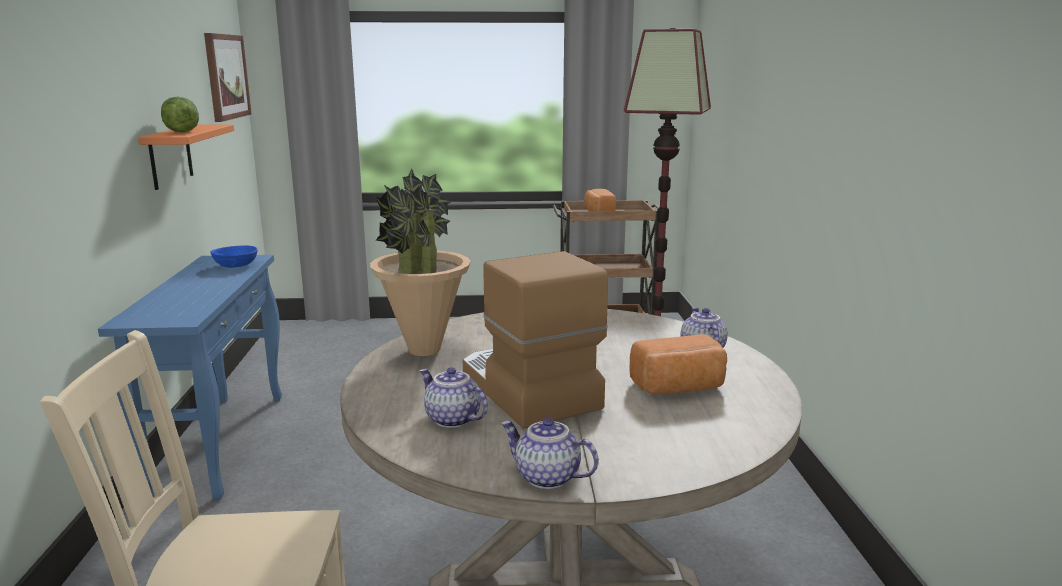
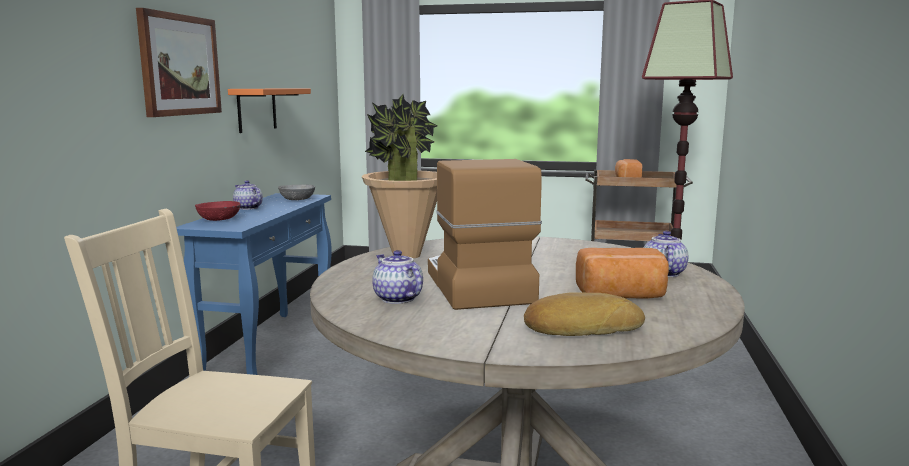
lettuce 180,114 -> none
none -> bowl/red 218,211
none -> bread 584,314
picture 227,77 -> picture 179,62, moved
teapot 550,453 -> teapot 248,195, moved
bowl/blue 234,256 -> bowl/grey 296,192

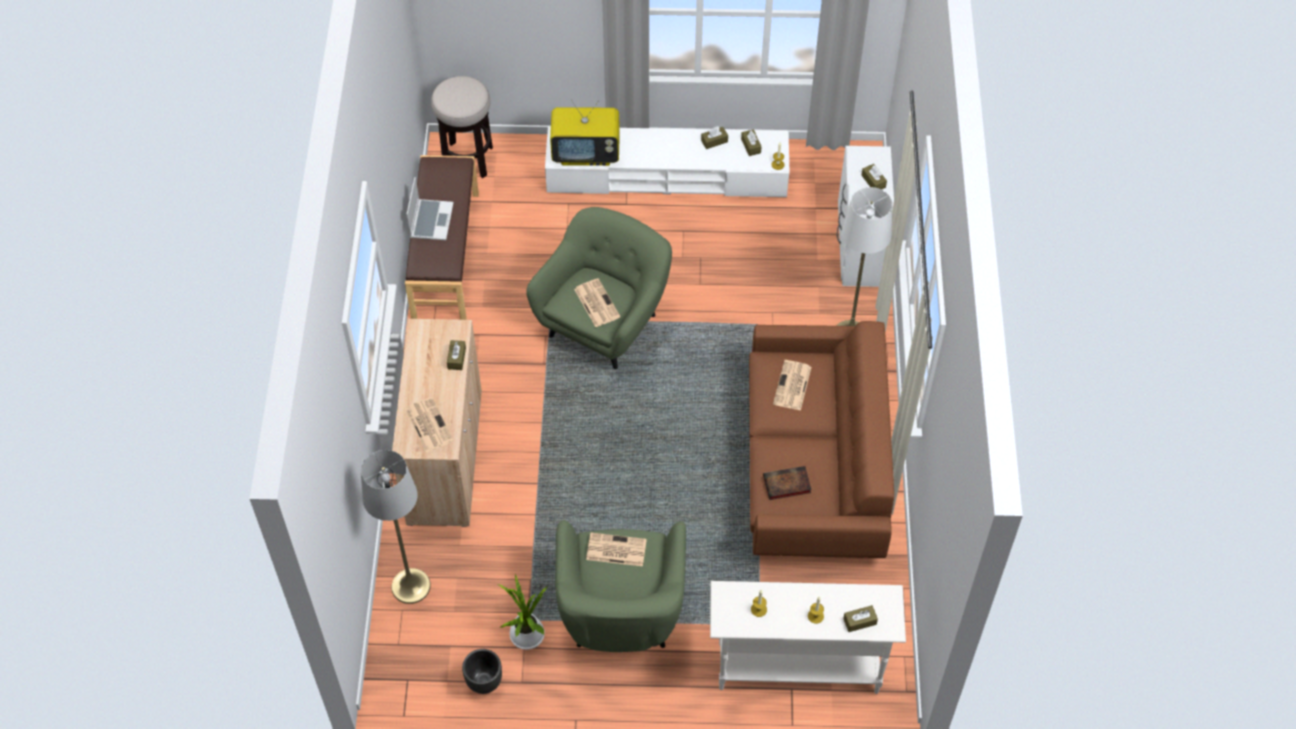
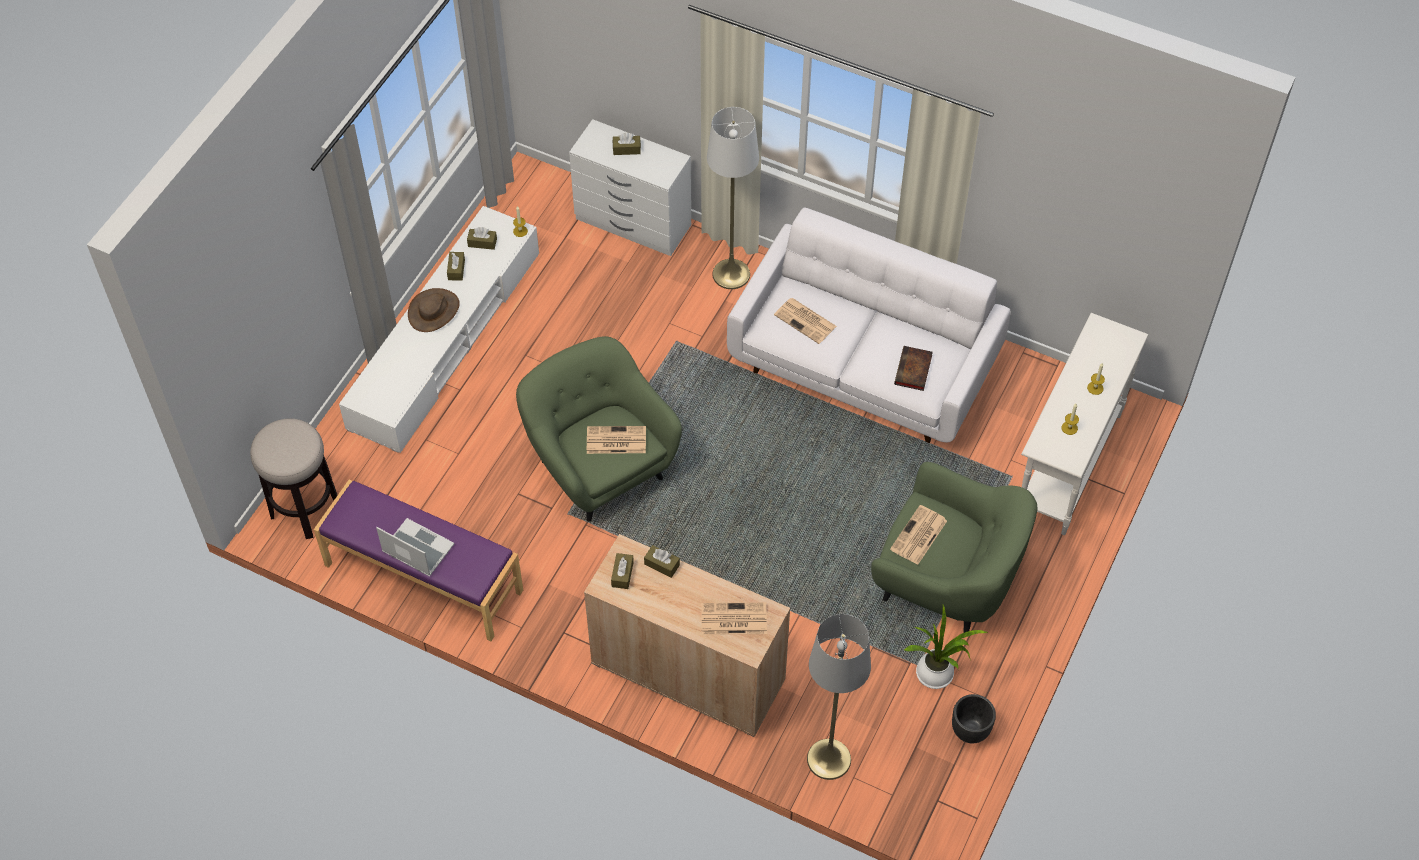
television 585,133 -> none
none -> hat/brown 434,310
tissue box/brown 860,618 -> tissue box/brown 622,571, moved
bench/brown 442,237 -> bench/purple 418,560
sofa/brown 821,439 -> sofa/white 869,325

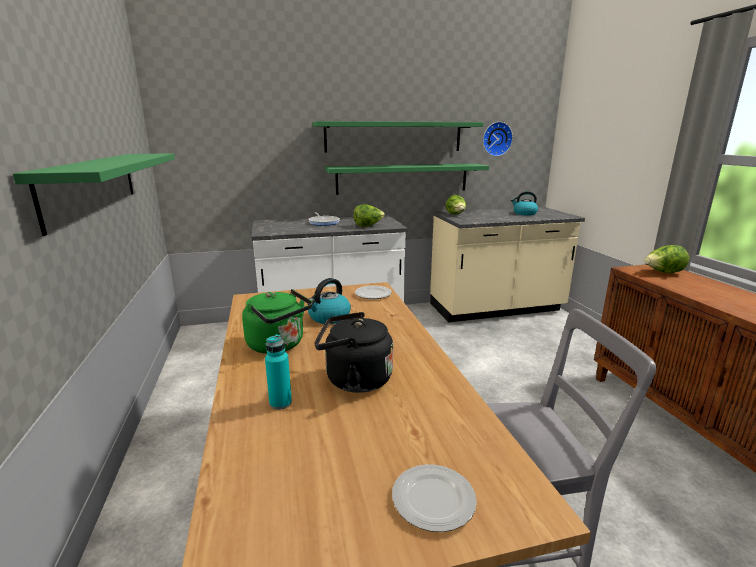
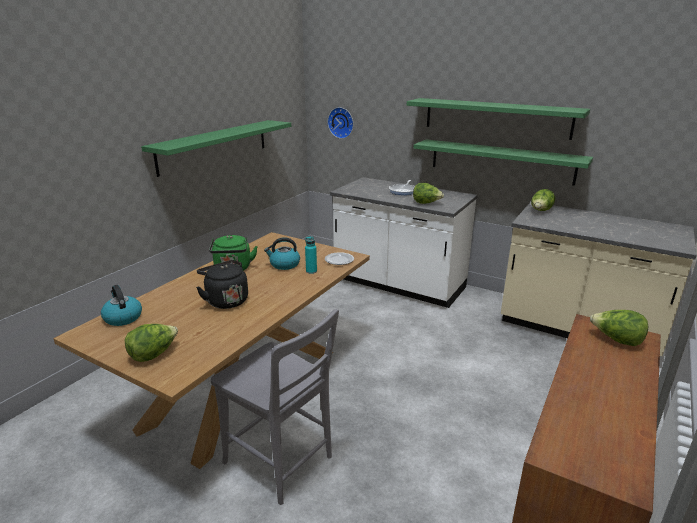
bottle/turquoise 278,372 -> bottle/turquoise 311,255, moved
wall clock 498,139 -> wall clock 340,123, moved
kettle 524,203 -> kettle 121,305, moved
plate 434,498 -> lettuce 151,343

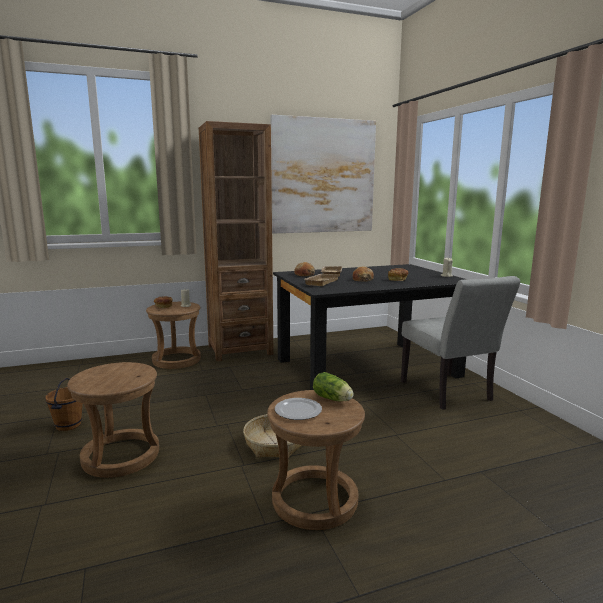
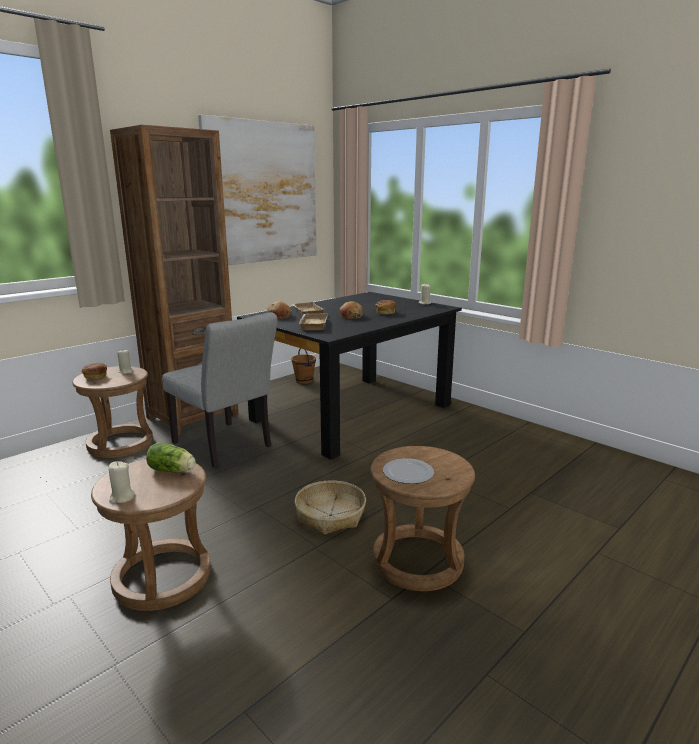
none -> candle/beige 121,482
bucket/brown 64,404 -> bucket/brown 303,366, moved
lettuce 333,386 -> lettuce 171,457, moved
chair/grey 460,343 -> chair/grey 219,390, moved

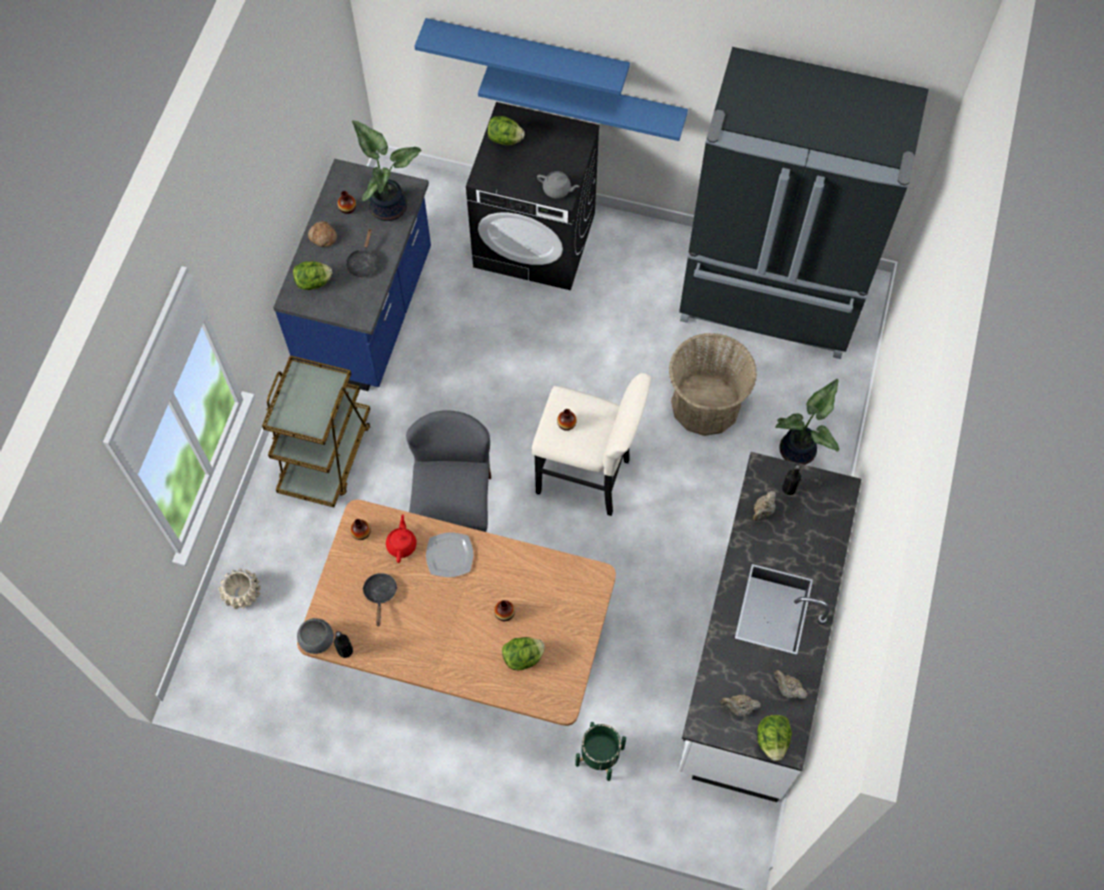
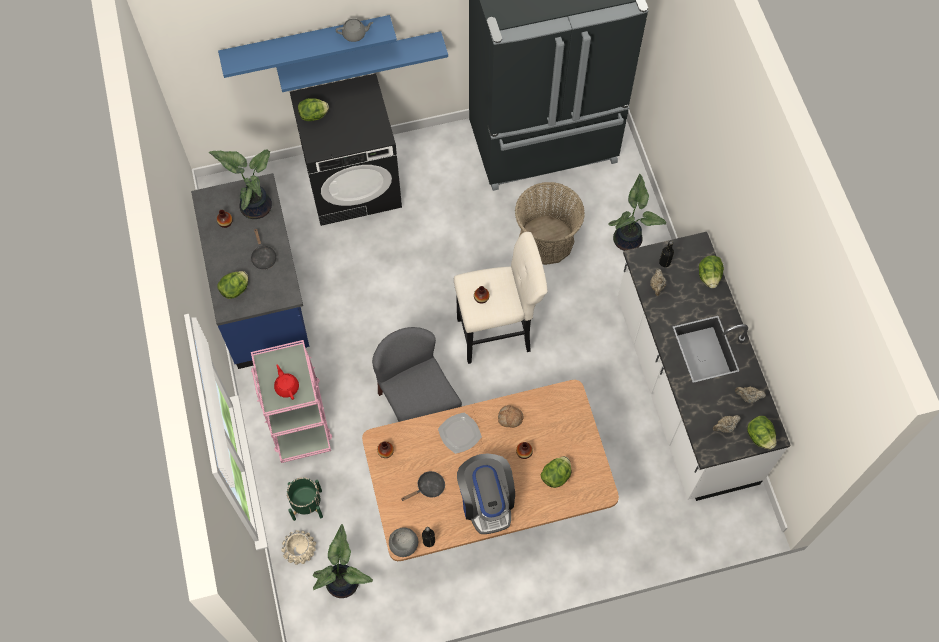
none -> potted plant 343,561
none -> coffee machine 486,493
none -> lettuce 711,271
bread 322,234 -> bread 511,416, moved
teapot/red 401,538 -> teapot/red 286,382, moved
teapot/grey 558,185 -> teapot/grey 354,30, moved
planter/green 600,751 -> planter/green 305,499, moved
cart/brown 316,431 -> cart/pink 291,401
frying pan/black 379,600 -> frying pan/black 423,486, 90 degrees clockwise

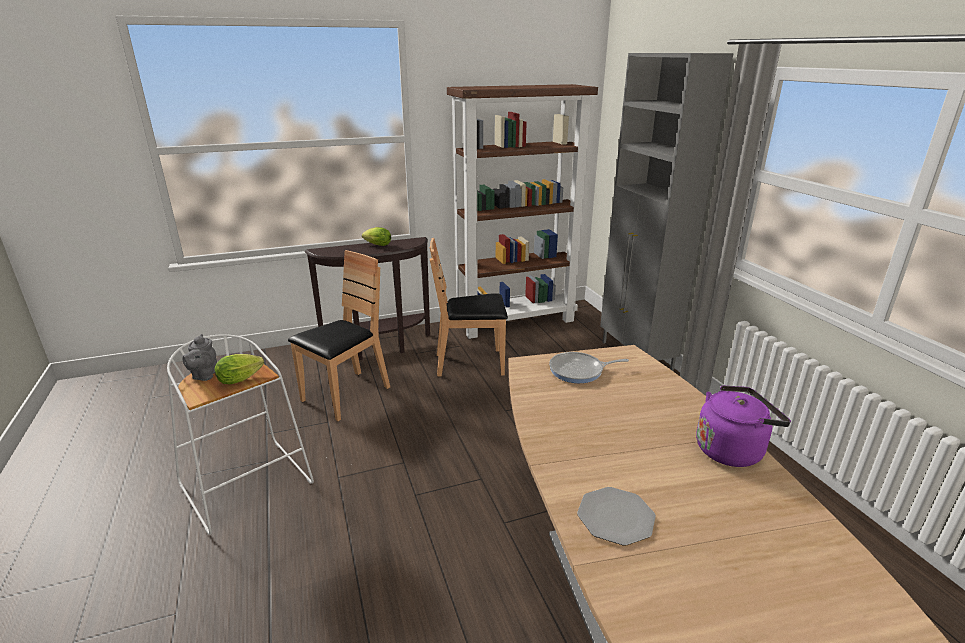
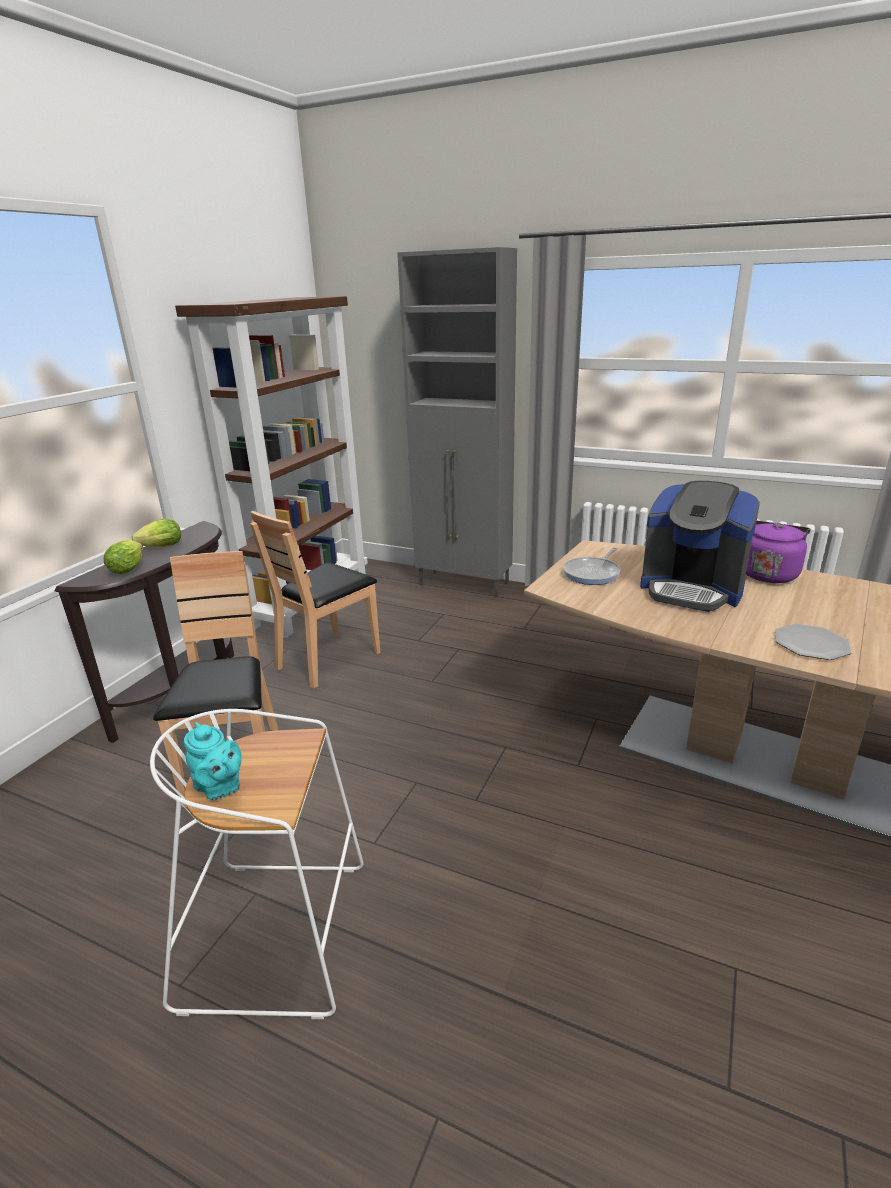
none -> coffee machine 700,546
lettuce 239,369 -> lettuce 123,557, moved
teapot/grey 199,357 -> teapot/turquoise 212,761

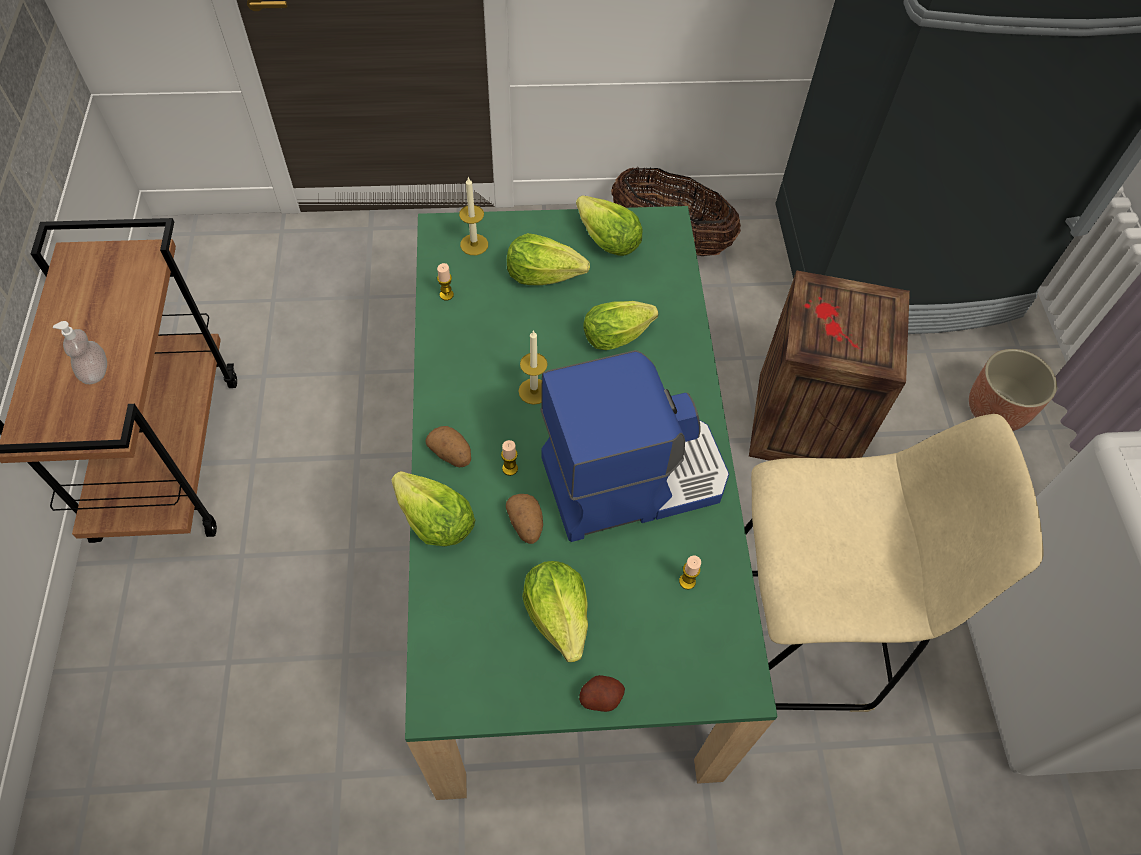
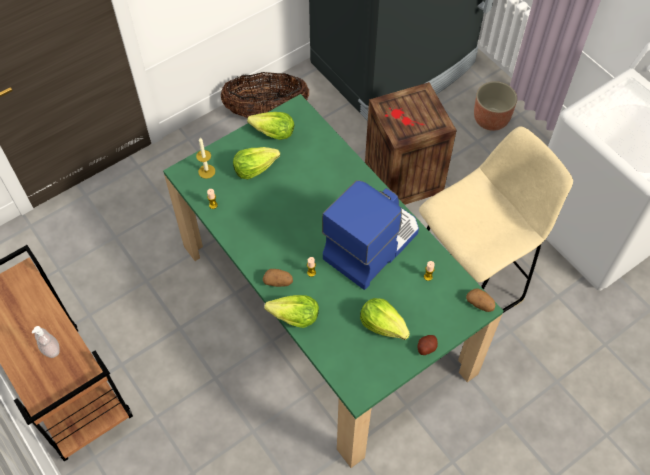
candle 533,367 -> none
lettuce 620,325 -> none
potato 524,519 -> potato 480,300, moved

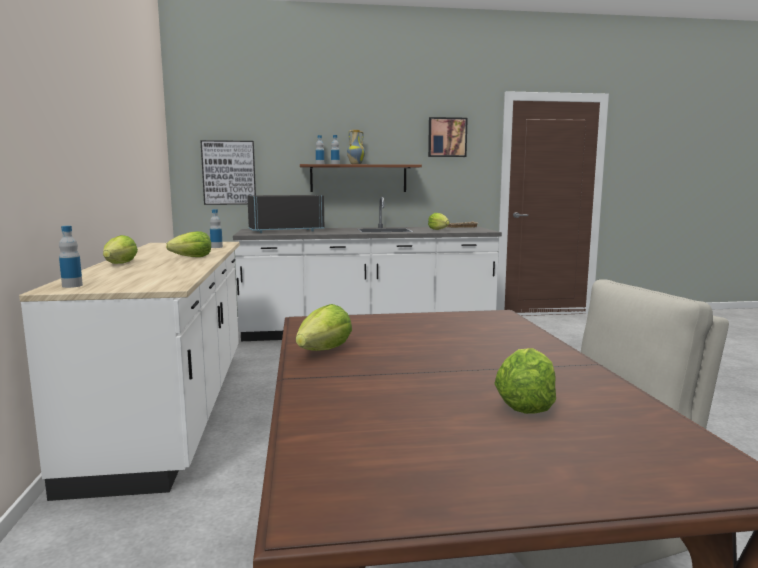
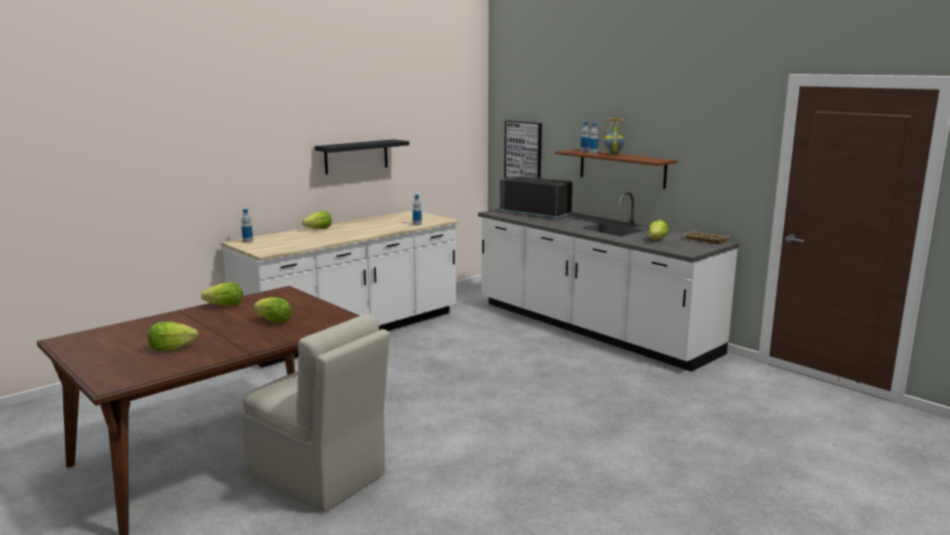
picture 448,137 -> none
none -> shelf/black 362,156
lettuce 188,244 -> lettuce 272,310, moved

